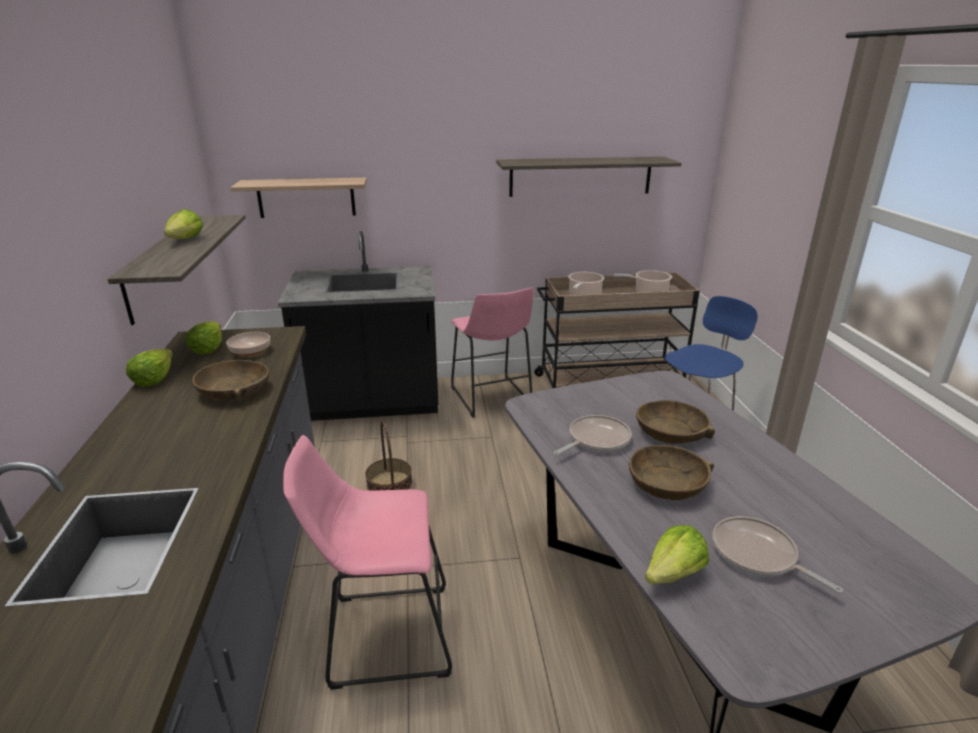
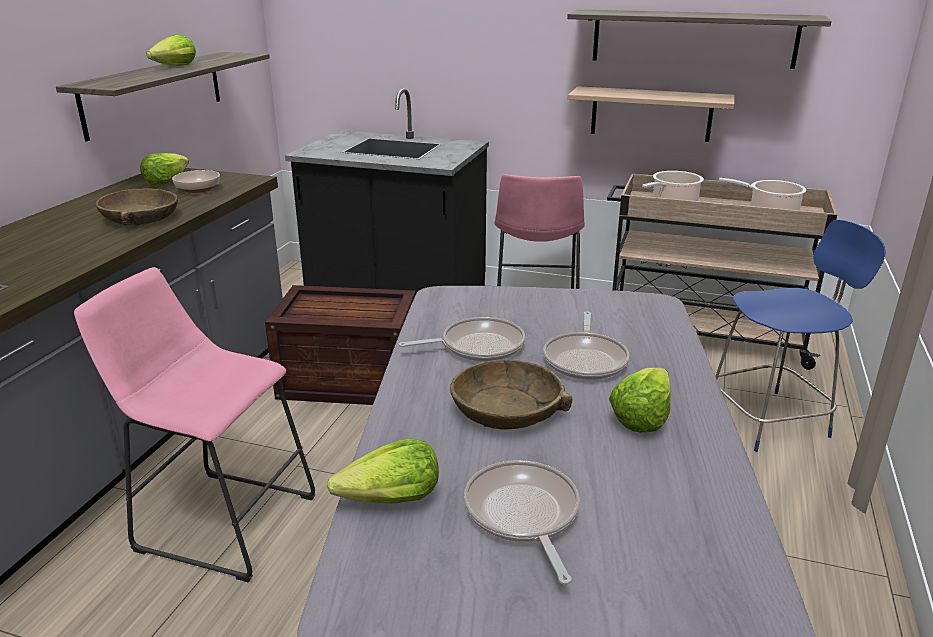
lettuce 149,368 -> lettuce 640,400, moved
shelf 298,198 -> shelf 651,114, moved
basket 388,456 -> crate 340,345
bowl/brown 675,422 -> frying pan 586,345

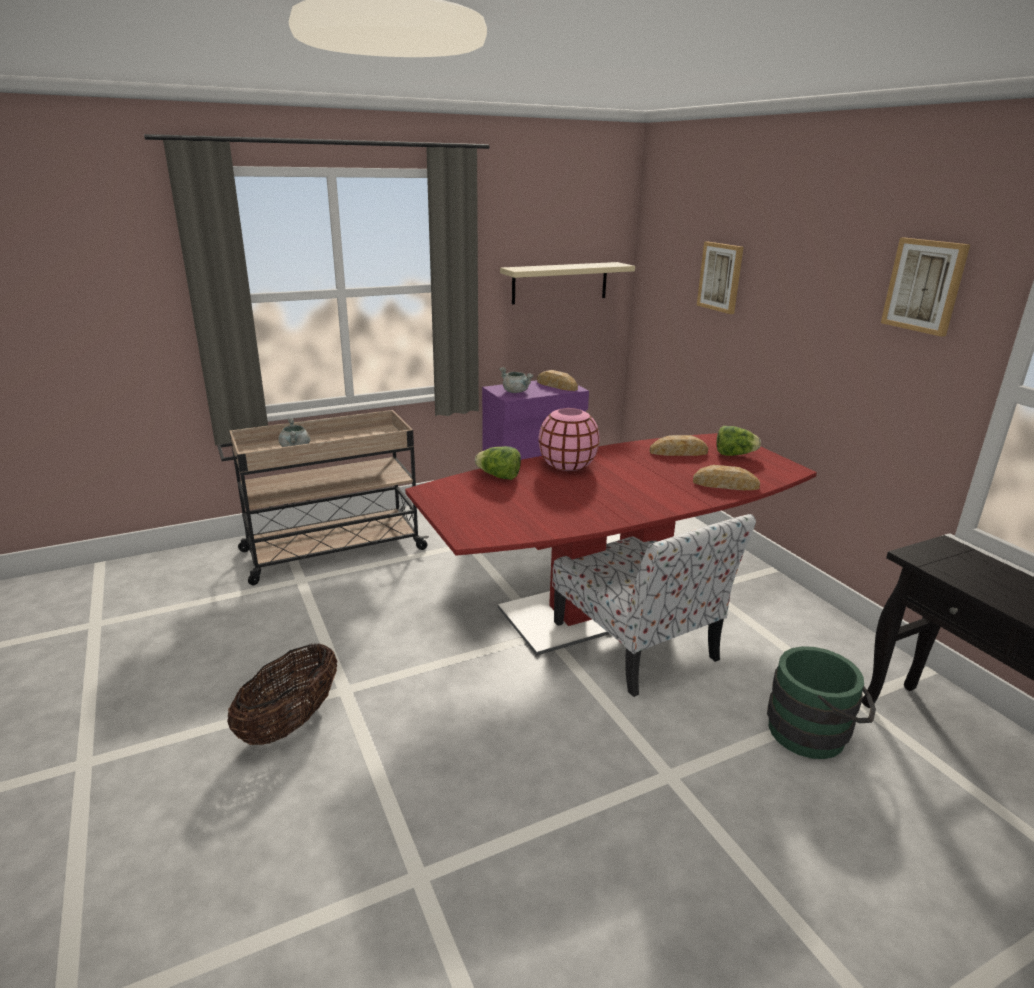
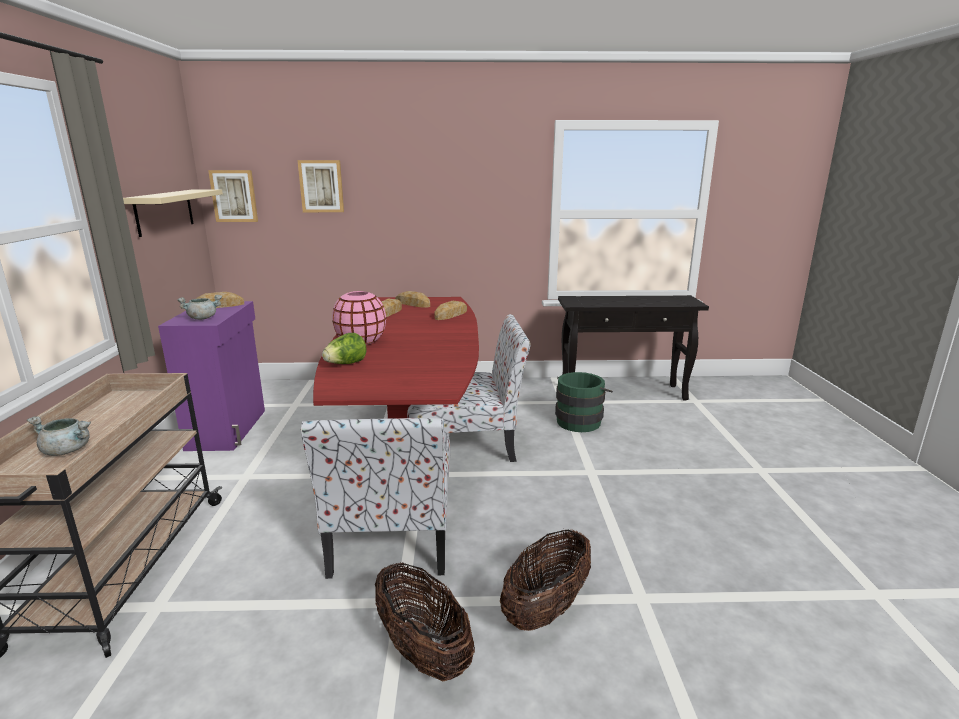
none -> chair 376,498
none -> basket 545,580
picture 925,287 -> picture 233,196, moved
lettuce 738,441 -> bread 412,299

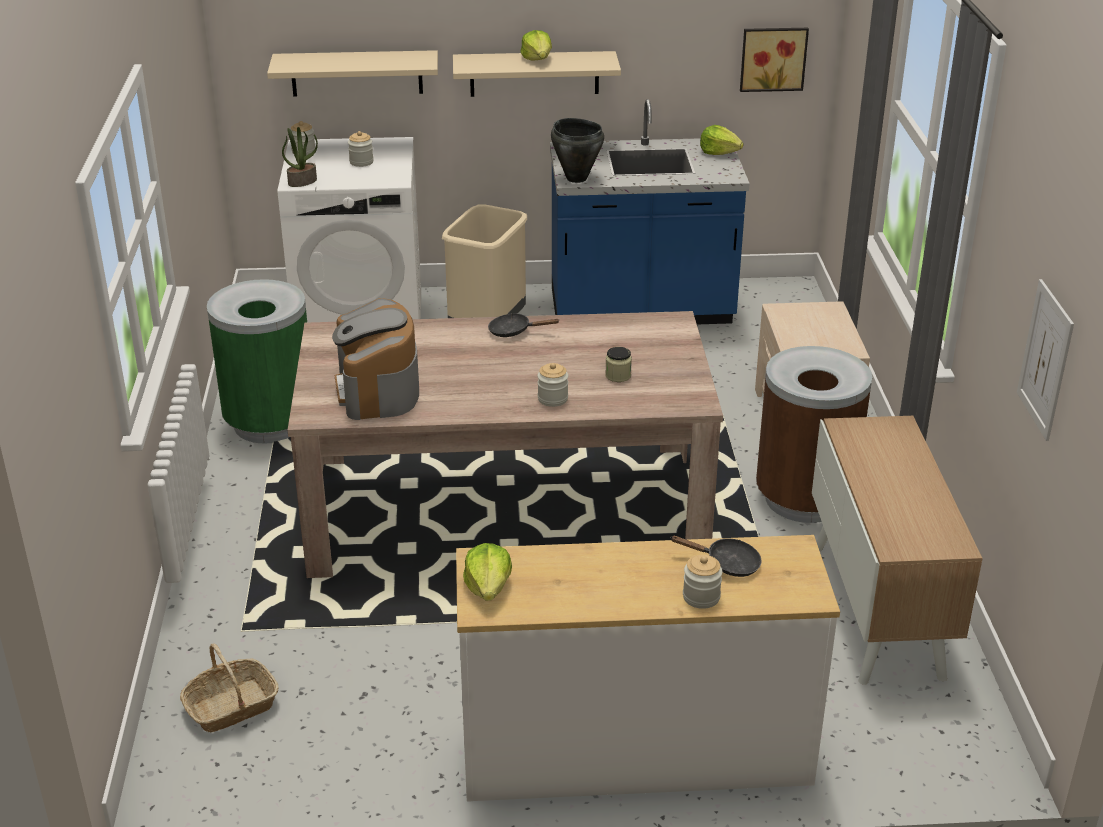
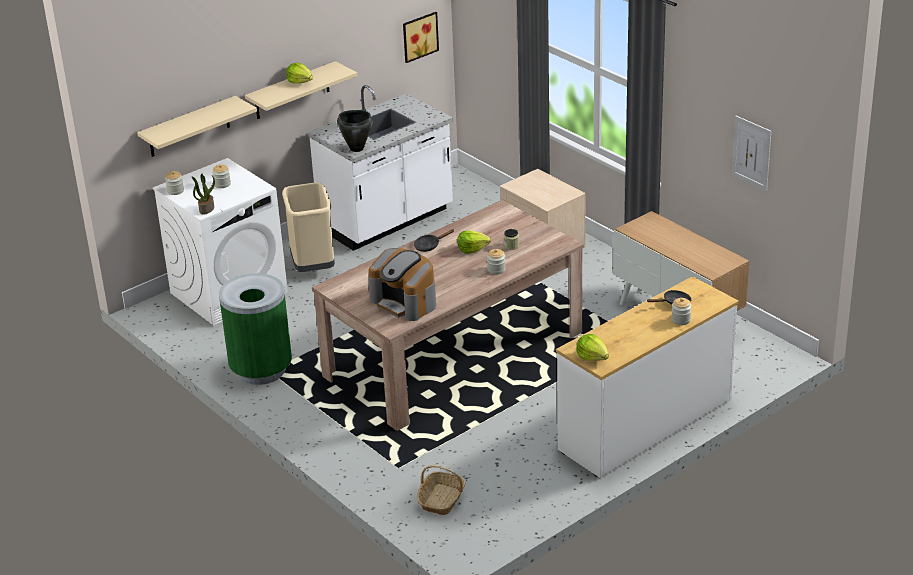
trash can/brown 814,434 -> none
lettuce 722,140 -> lettuce 474,242, moved
counter/blue 650,211 -> counter/white 380,168

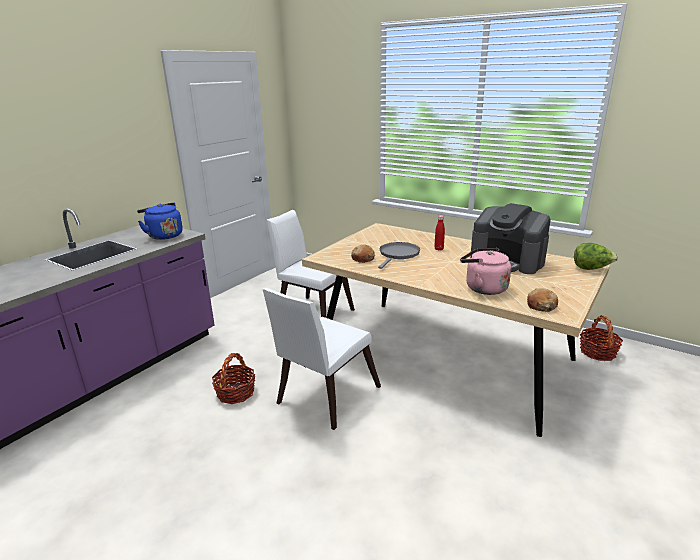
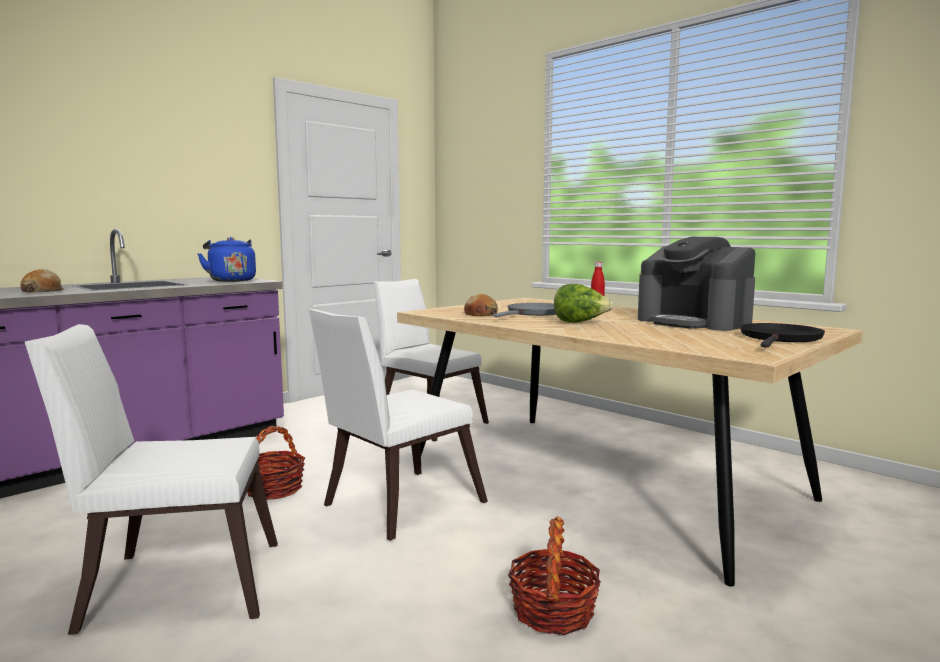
kettle/pink 485,271 -> none
none -> chair/white 151,479
none -> frying pan/black 782,335
bread 542,300 -> bread 41,280, moved
lettuce 596,256 -> lettuce 583,303, moved
basket 601,338 -> basket 554,576, moved

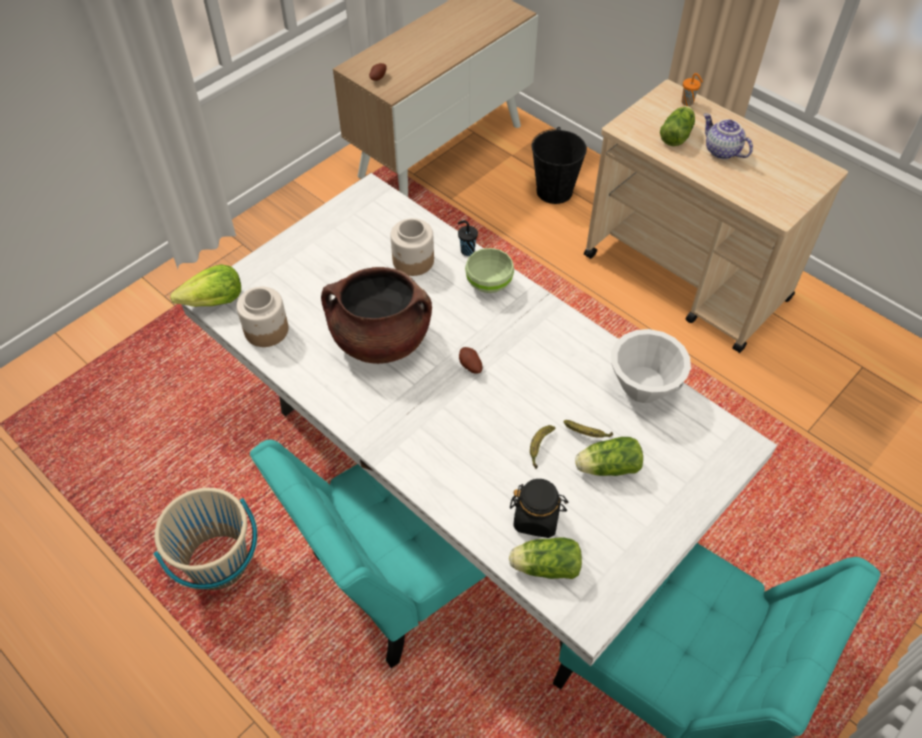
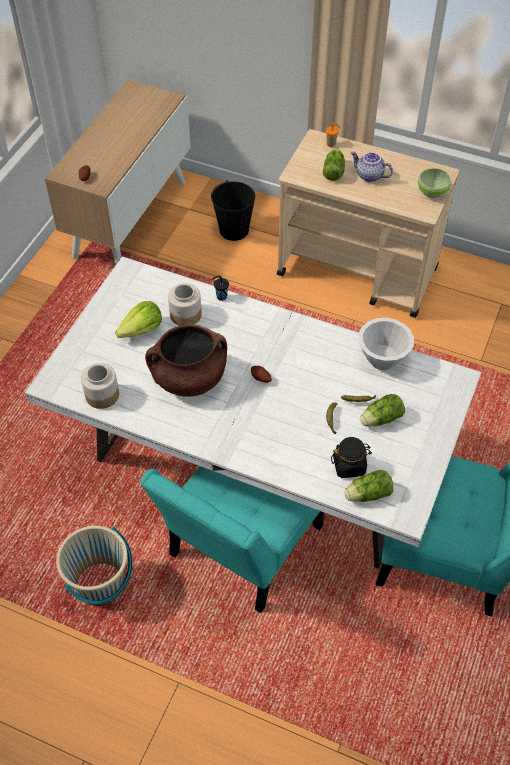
lettuce 205,285 -> lettuce 138,319, moved
bowl/green 489,270 -> bowl/green 434,183, moved

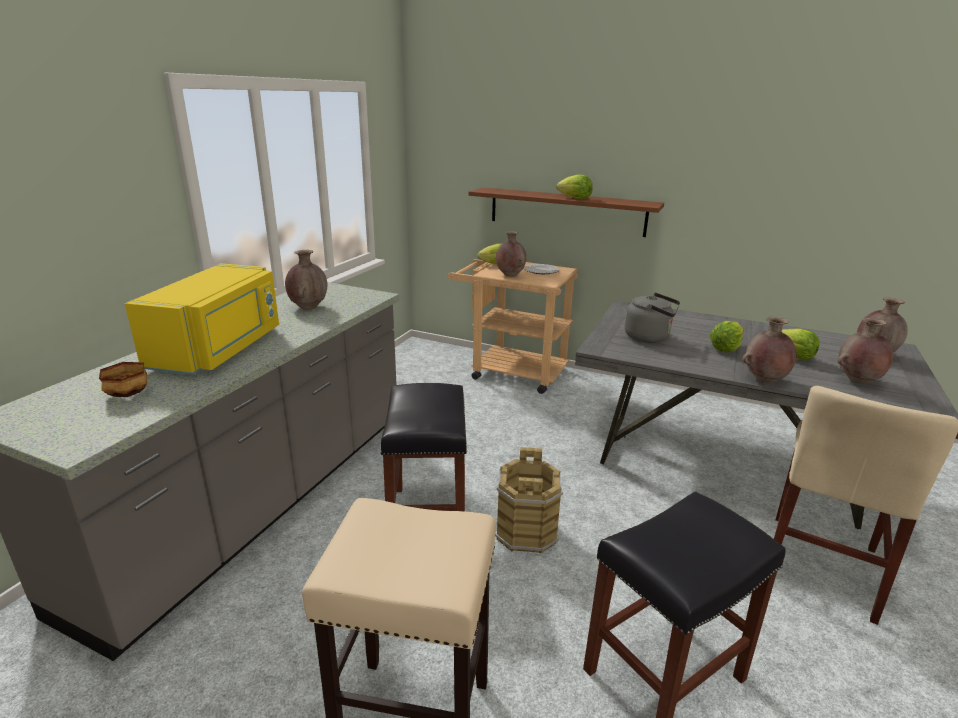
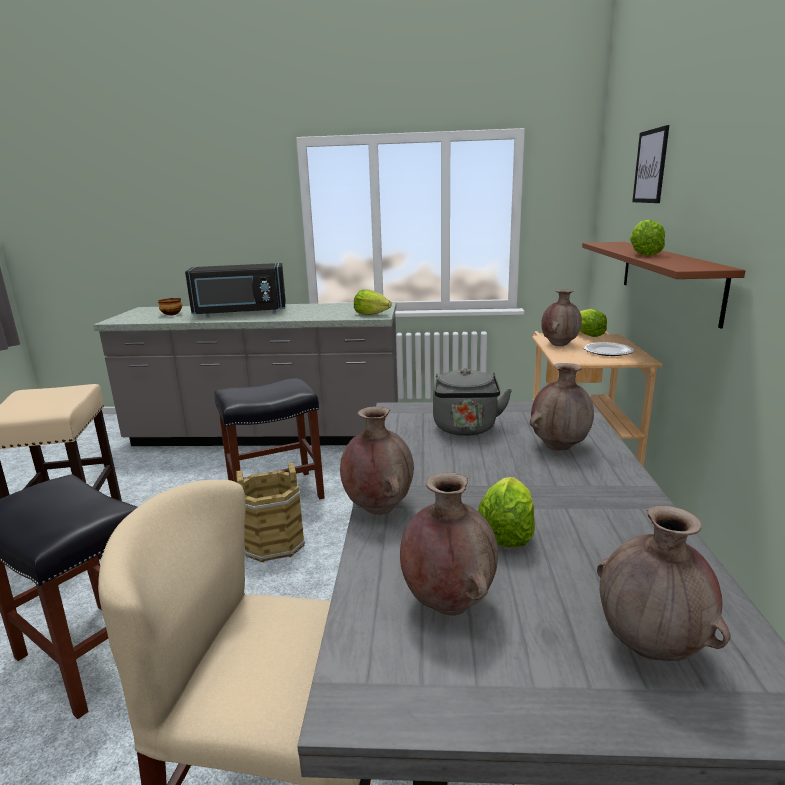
none -> picture 650,164
vase/brown 306,280 -> vase/brown 562,407, moved
lettuce 726,336 -> lettuce 373,302, moved
microwave/yellow 202,319 -> microwave/black 235,289

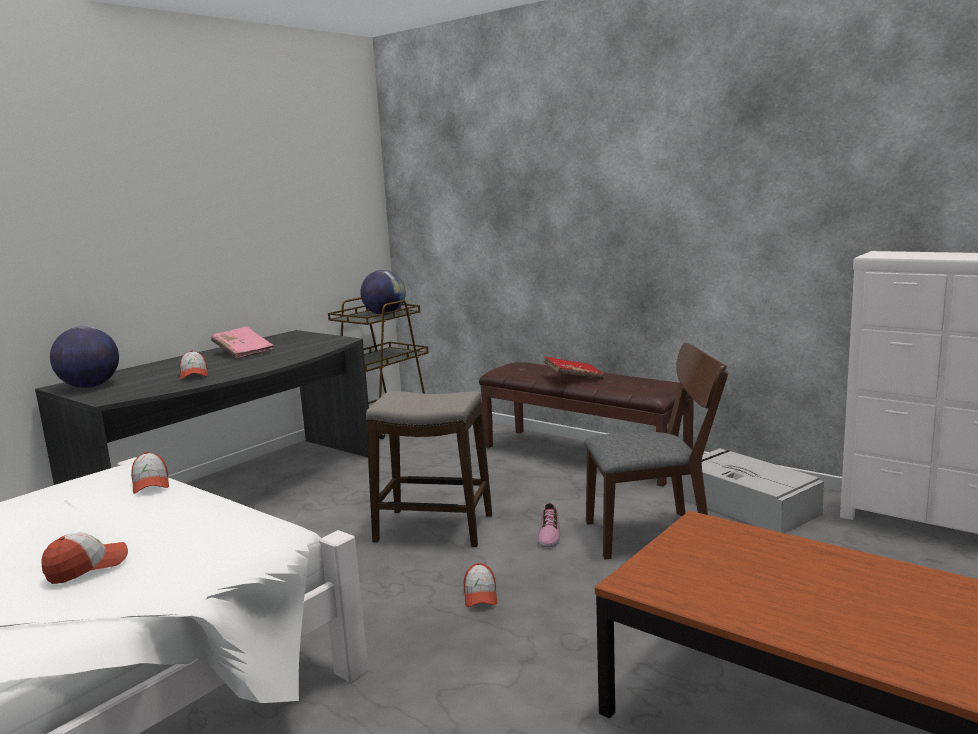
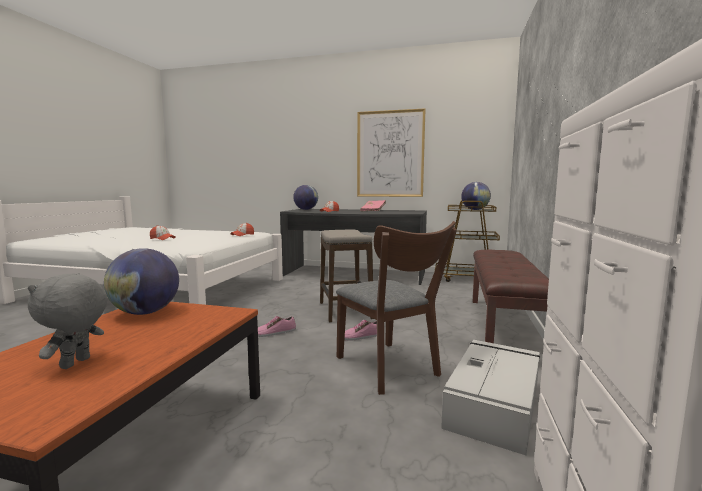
book/red 574,367 -> none
none -> plush toy/grey 68,321
none -> globe 141,281
none -> picture 391,153
cap 480,585 -> shoe 277,326

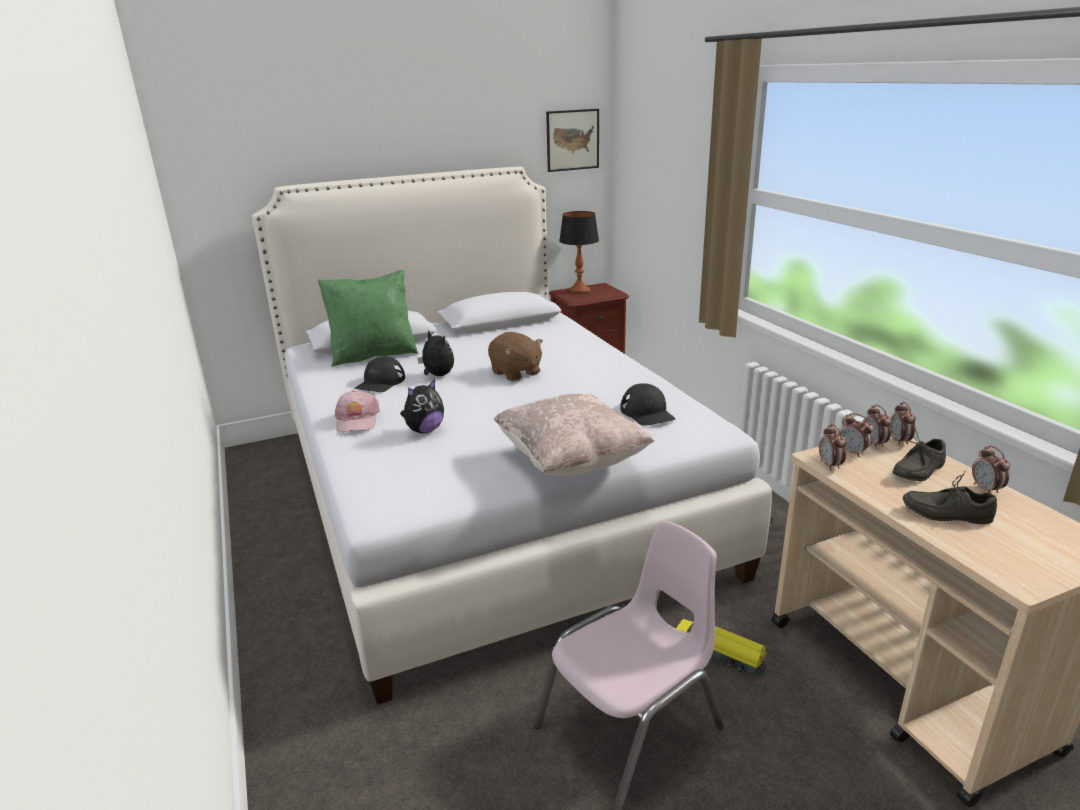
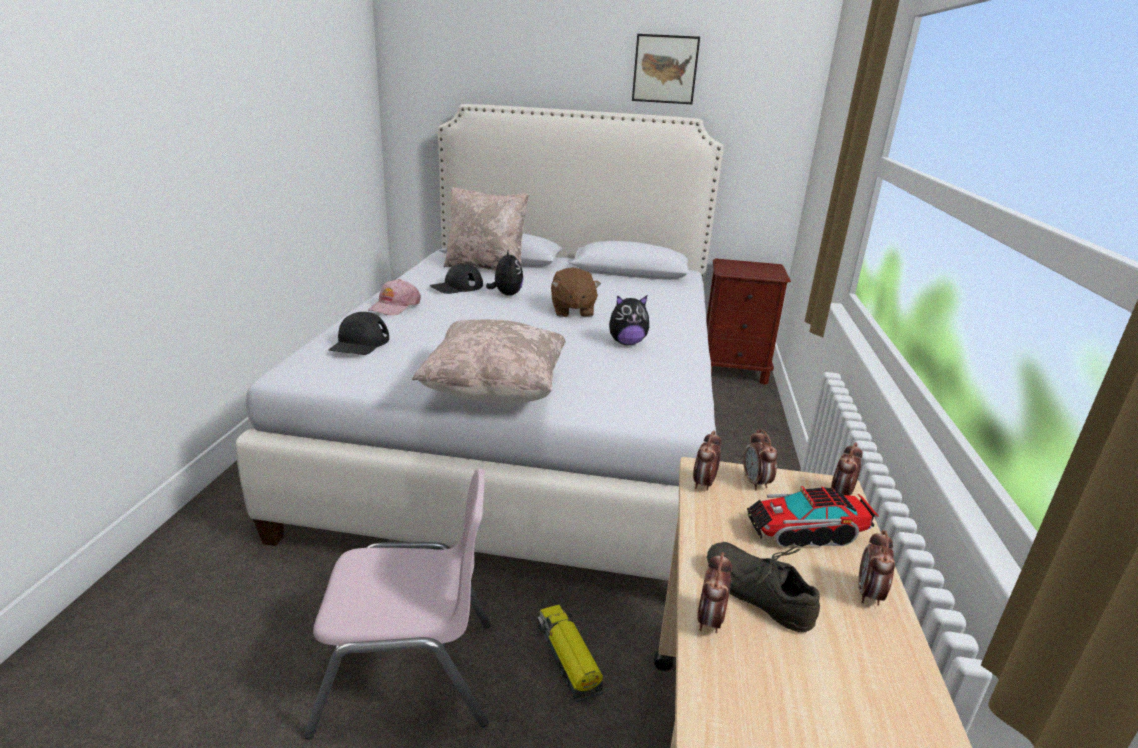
table lamp 579,252 -> none
plush toy 422,406 -> plush toy 629,320, moved
picture 572,140 -> picture 666,69, moved
cap/black 647,404 -> cap/black 359,333, moved
alarm clock 877,427 -> alarm clock 714,592, moved
shoe/grey 919,454 -> toy truck 812,516
pillow/green 368,318 -> pillow/beige 486,229

